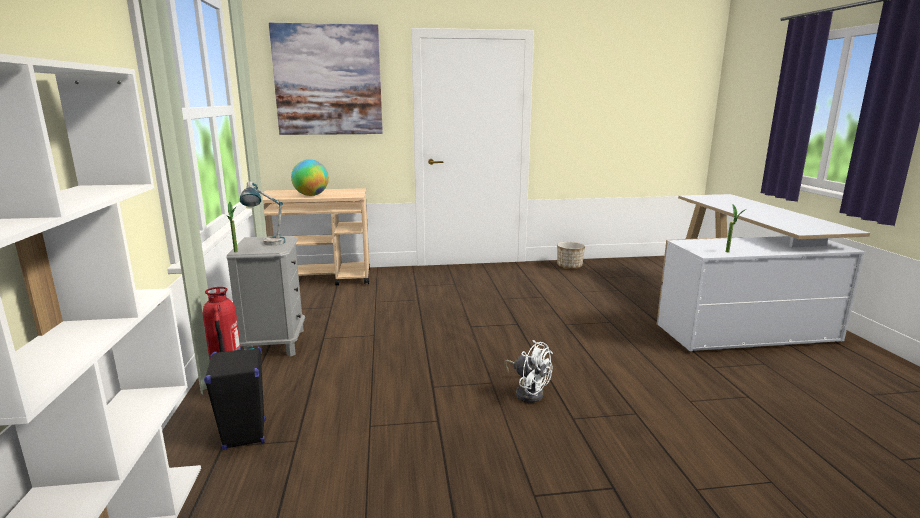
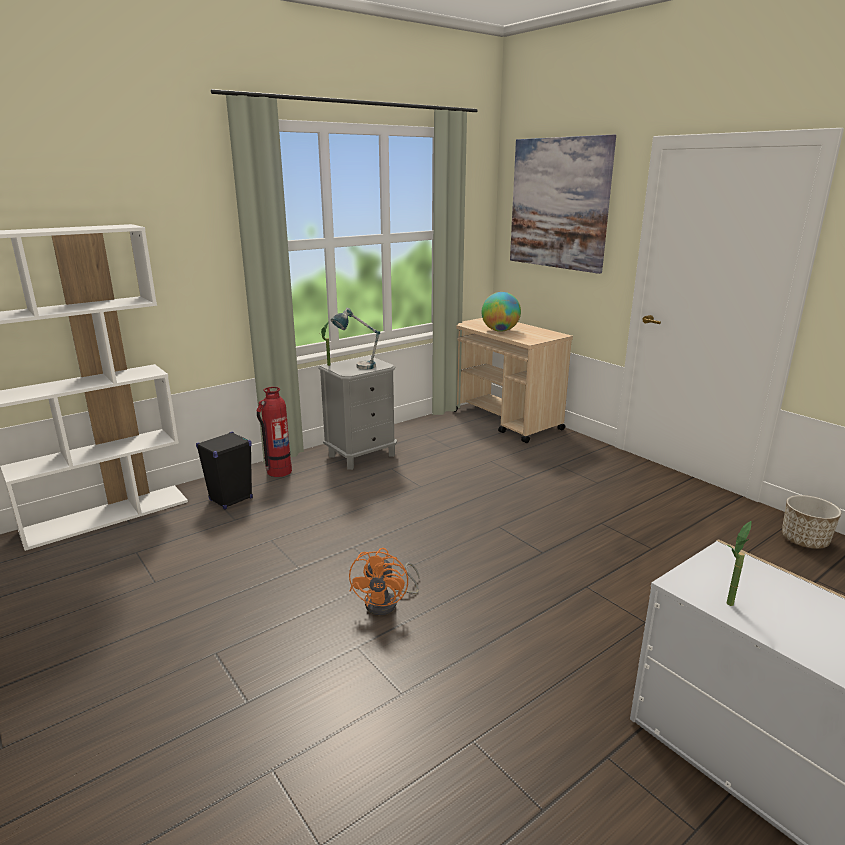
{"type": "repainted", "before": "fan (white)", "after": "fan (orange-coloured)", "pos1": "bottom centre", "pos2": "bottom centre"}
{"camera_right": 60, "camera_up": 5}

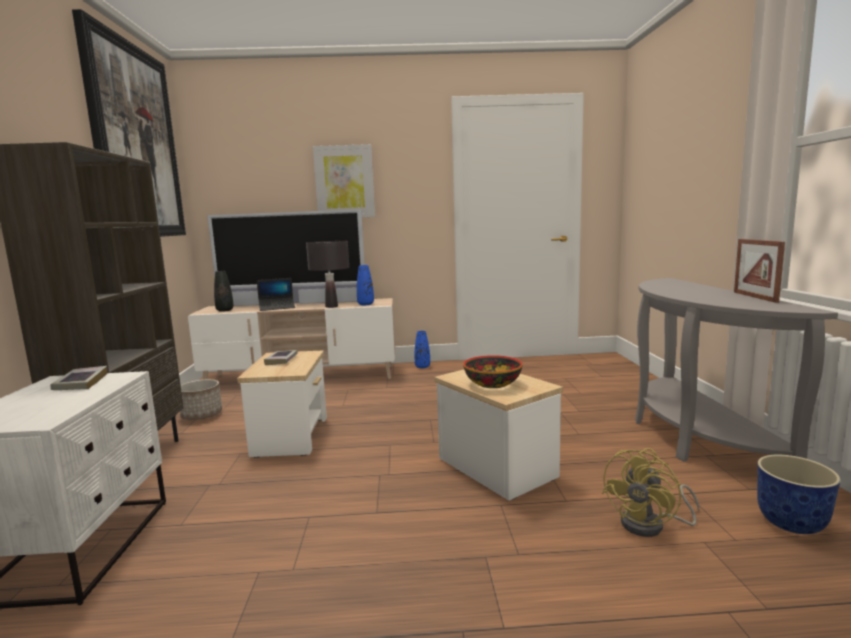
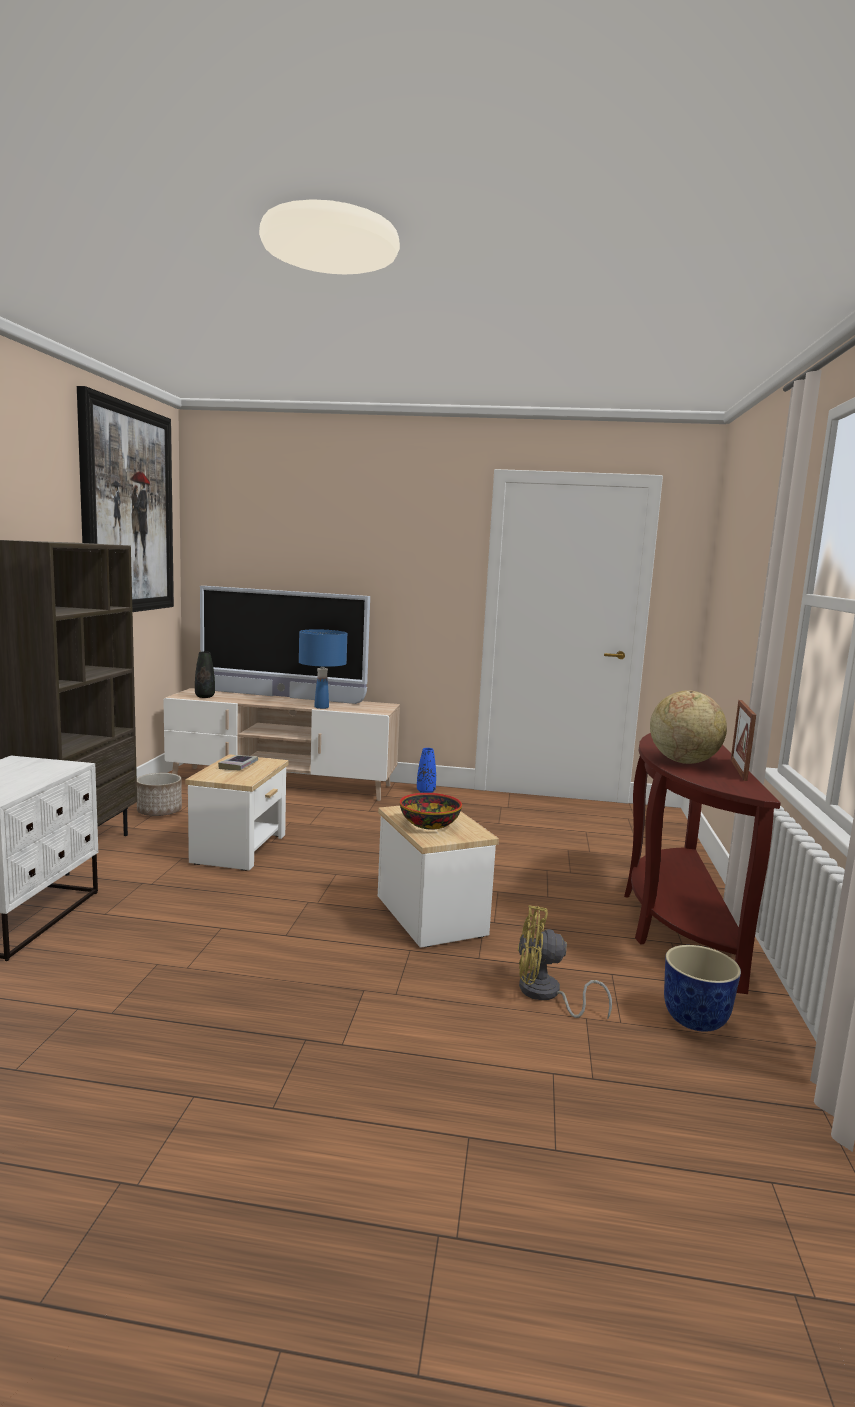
{"type": "gone", "before": "bound book (no. 1 from left)", "pos1": "middle left"}
{"type": "gone", "before": "laptop", "pos1": "middle left"}
{"type": "repainted", "before": "lamp for a table (black-coloured)", "after": "lamp for a table (blue-coloured)", "pos1": "centre", "pos2": "centre"}
{"type": "gone", "before": "picture (no. 2 from left)", "pos1": "top centre"}
{"type": "gone", "before": "decorative vase (blue-coloured) (no. 1 from left)", "pos1": "centre"}
{"type": "rotated", "before": "fan (yellowish)", "pos1": "bottom right", "pos2": "bottom centre", "turn": 45}
{"type": "repainted", "before": "console table (gray)", "after": "console table (brown)", "pos1": "middle right", "pos2": "middle right"}
{"type": "new", "after": "world globe", "pos2": "middle right"}
{"camera_right": 10, "camera_up": 0}

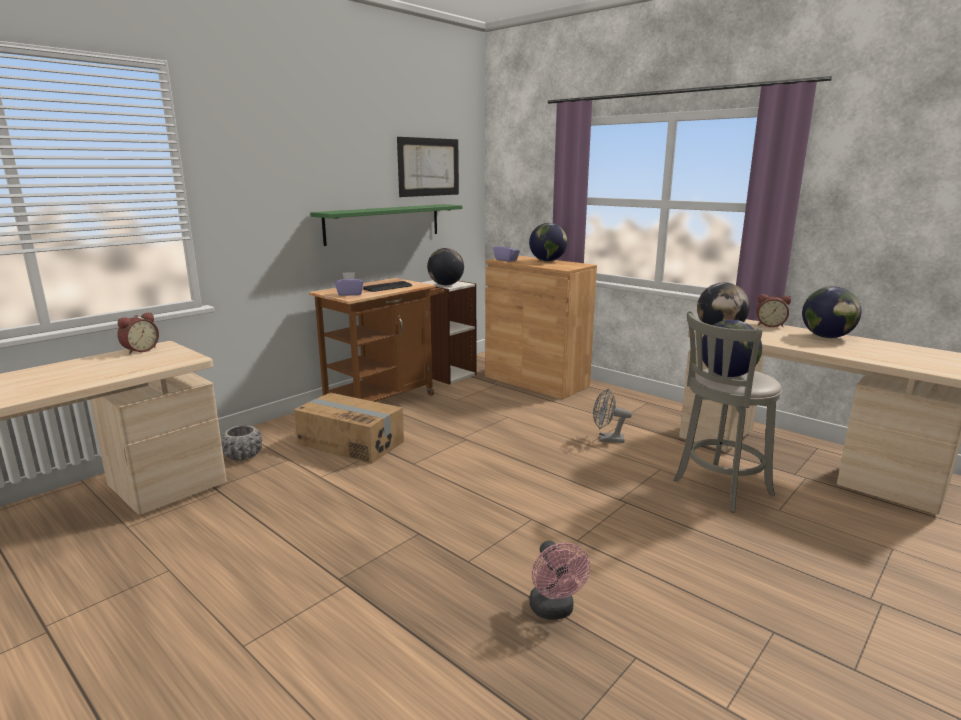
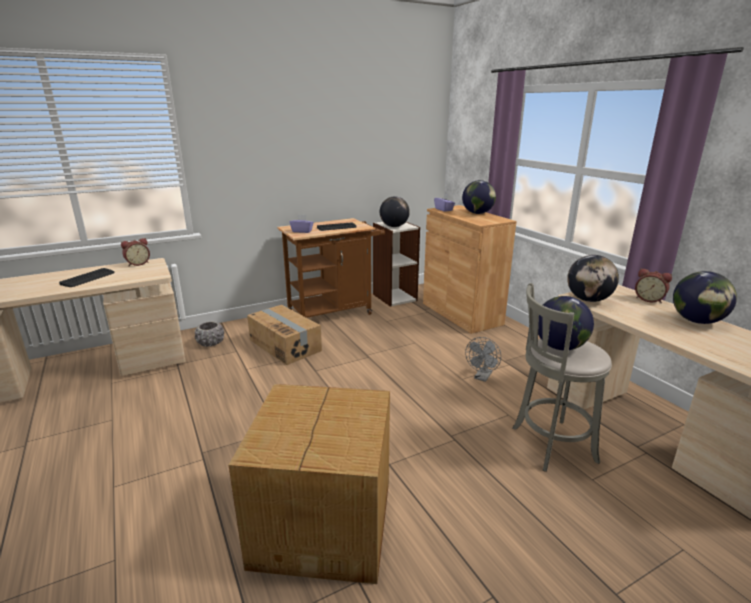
{"type": "gone", "before": "bracket shelf (greenish)", "pos1": "top centre"}
{"type": "gone", "before": "picture", "pos1": "top centre"}
{"type": "swapped", "before": "fan (pink-coloured)", "after": "carton (no. 2 from left)", "pos1": "bottom centre", "pos2": "bottom centre"}
{"type": "rotated", "before": "fan (gray)", "pos1": "centre", "pos2": "centre", "turn": -90}
{"type": "new", "after": "keyboard (no. 1 from left)", "pos2": "middle left"}
{"camera_right": 20, "camera_up": 5}

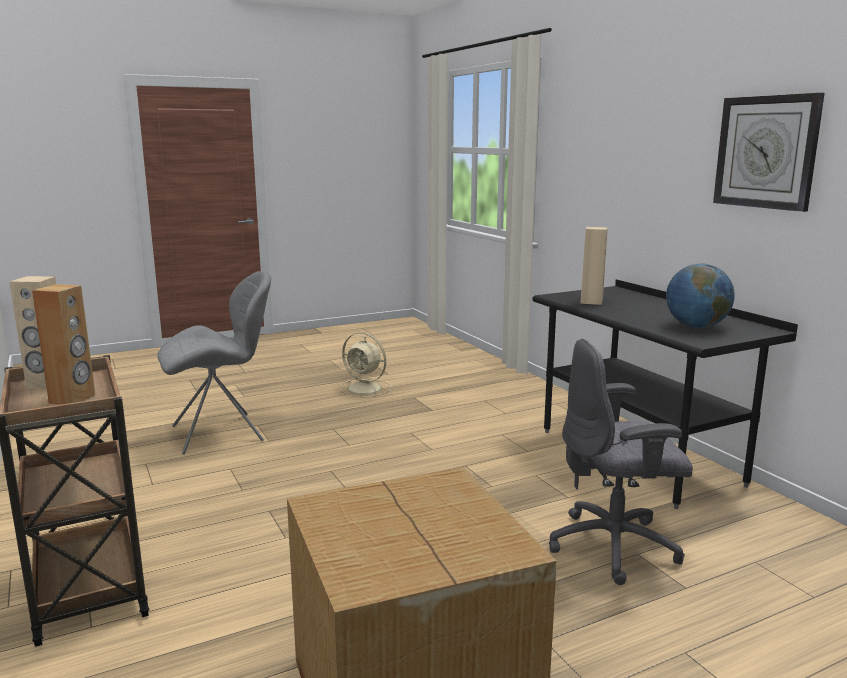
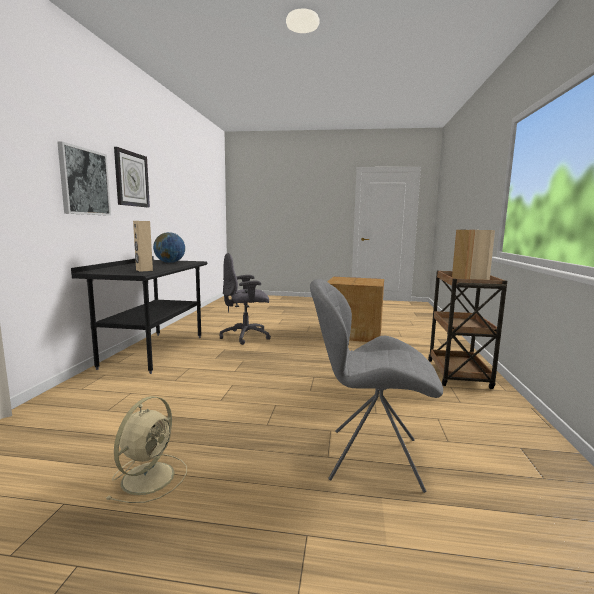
{"type": "rotated", "before": "fan (sand-coloured)", "pos1": "centre", "pos2": "bottom left", "turn": 45}
{"type": "rotated", "before": "office chair (gray)", "pos1": "bottom right", "pos2": "centre", "turn": 135}
{"type": "new", "after": "picture", "pos2": "top left"}
{"camera_right": -145, "camera_up": -5}

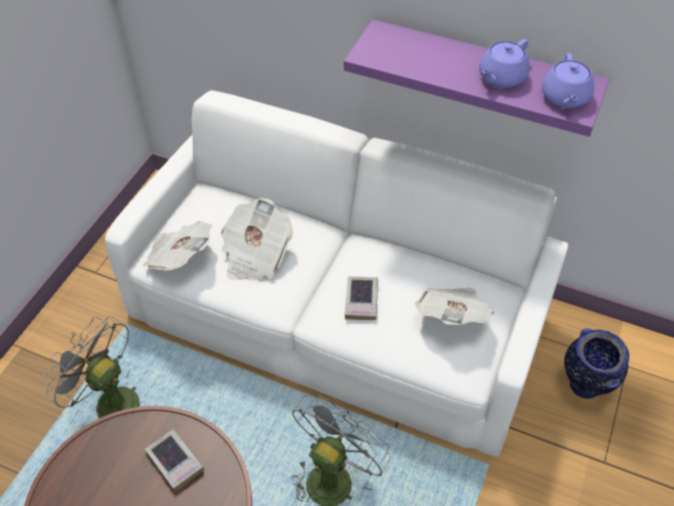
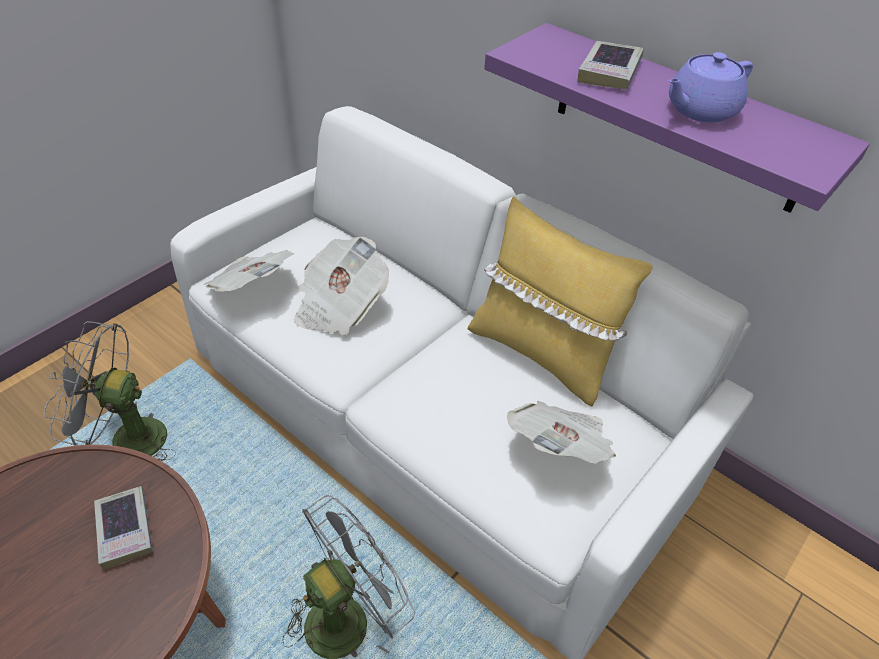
{"type": "rotated", "before": "fan (gray) (no. 1 from left)", "pos1": "bottom left", "pos2": "middle left", "turn": -45}
{"type": "shifted", "before": "bound book (no. 2 from left)", "pos1": "centre", "pos2": "top right"}
{"type": "gone", "before": "teapot (purplish) (no. 2 from left)", "pos1": "top right"}
{"type": "gone", "before": "decorative vase", "pos1": "bottom right"}
{"type": "new", "after": "pillow (yellowish)", "pos2": "centre"}
{"camera_right": 15, "camera_up": -5}

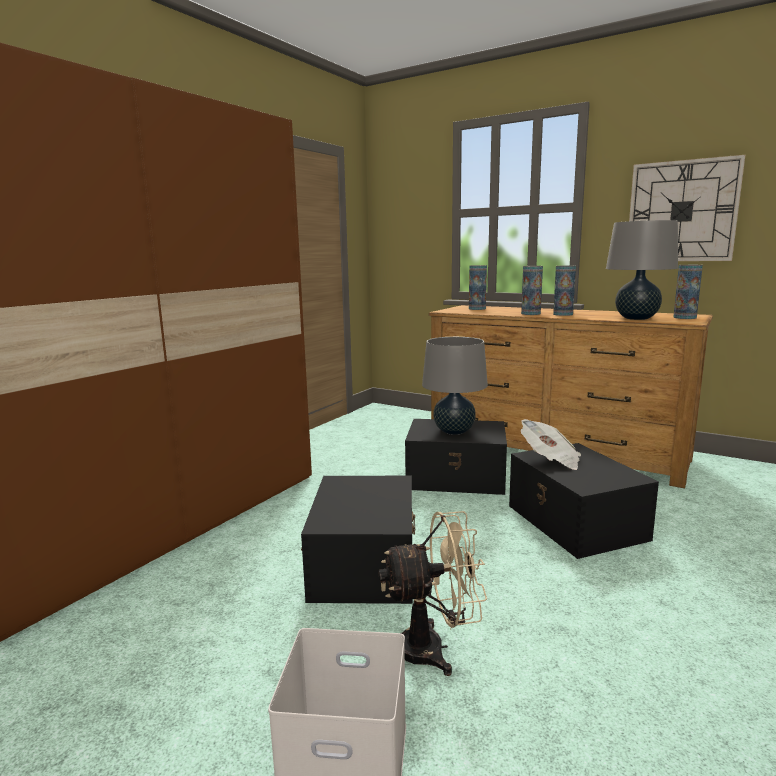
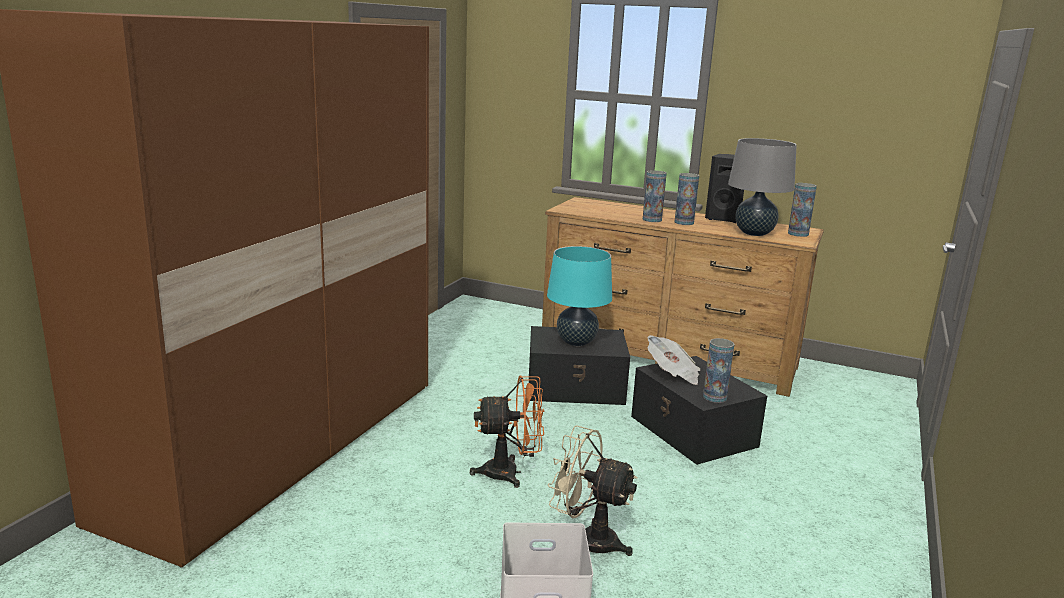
{"type": "swapped", "before": "storage box (black-coloured) (no. 1 from left)", "after": "fan (orange-coloured)", "pos1": "bottom centre", "pos2": "bottom centre"}
{"type": "rotated", "before": "fan (sand-coloured)", "pos1": "bottom centre", "pos2": "bottom centre", "turn": -135}
{"type": "repainted", "before": "lamp for a table (gray) (no. 1 from left)", "after": "lamp for a table (turquoise-coloured)", "pos1": "centre", "pos2": "centre"}
{"type": "shifted", "before": "decorative vase (no. 1 from left in the first image)", "after": "decorative vase (no. 3 from left)", "pos1": "centre", "pos2": "middle right"}
{"type": "gone", "before": "wall clock", "pos1": "top right"}
{"type": "new", "after": "audio speaker (black-coloured)", "pos2": "top right"}
{"camera_right": -10, "camera_up": 5}

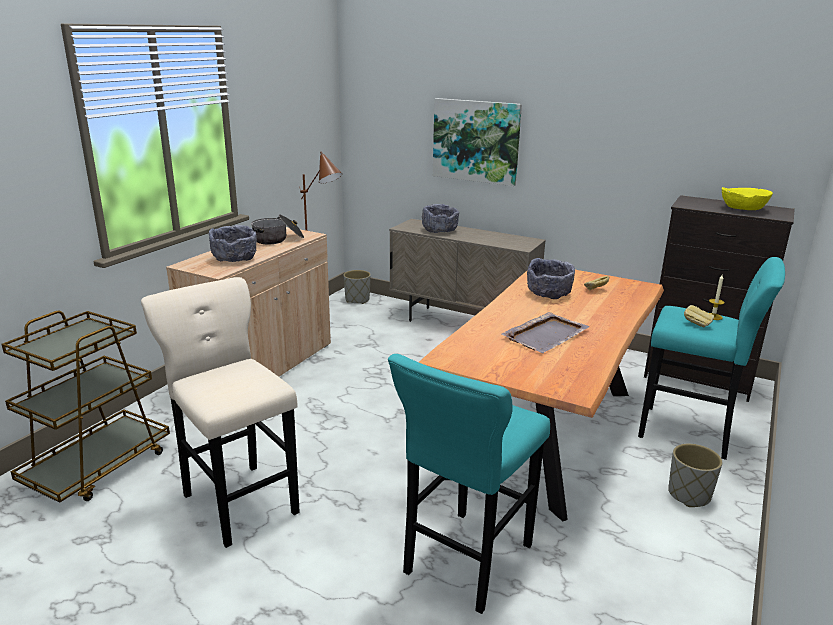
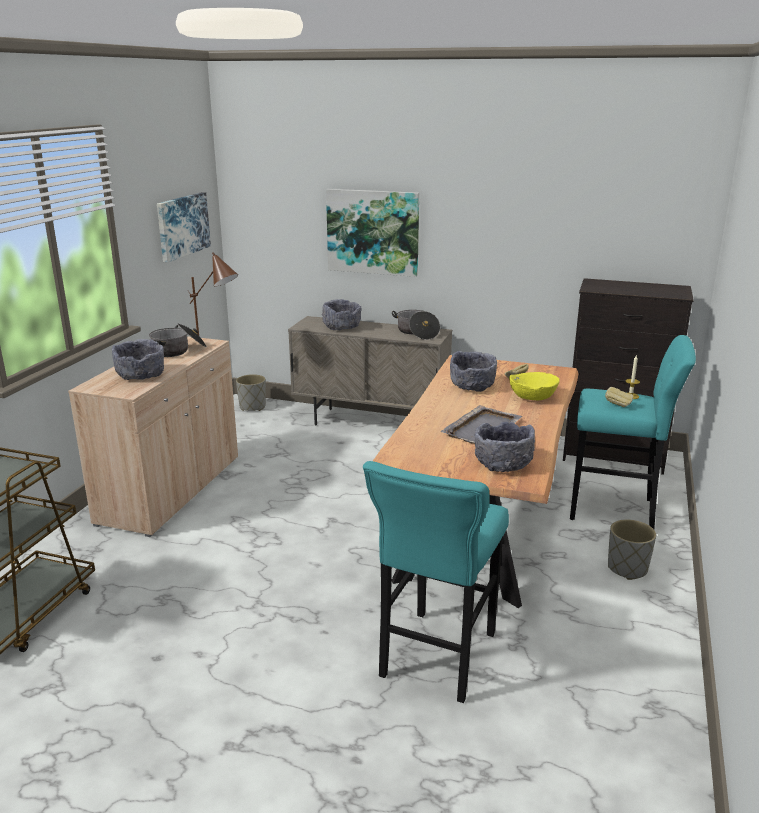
{"type": "gone", "before": "stool seat (sand-coloured)", "pos1": "middle left"}
{"type": "shifted", "before": "serving bowl (yellowish)", "pos1": "top right", "pos2": "middle right"}
{"type": "new", "after": "picture (no. 1 from left)", "pos2": "top left"}
{"type": "new", "after": "cooking pot (no. 2 from left)", "pos2": "centre"}
{"type": "new", "after": "serving bowl (gray) (no. 4 from left)", "pos2": "centre"}
{"camera_right": -10, "camera_up": 0}

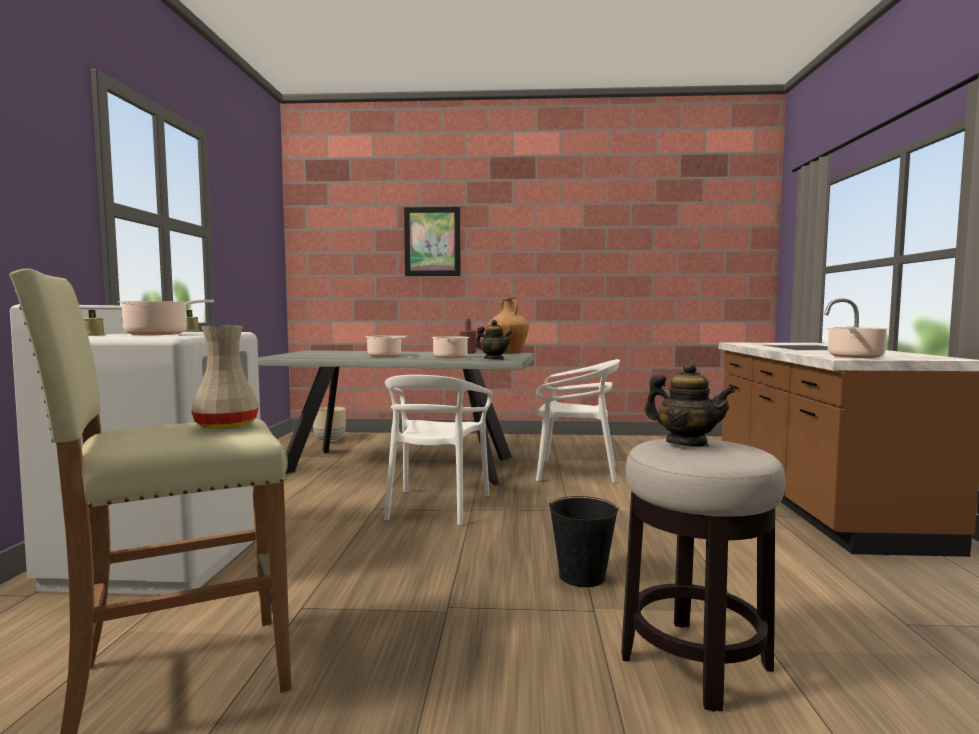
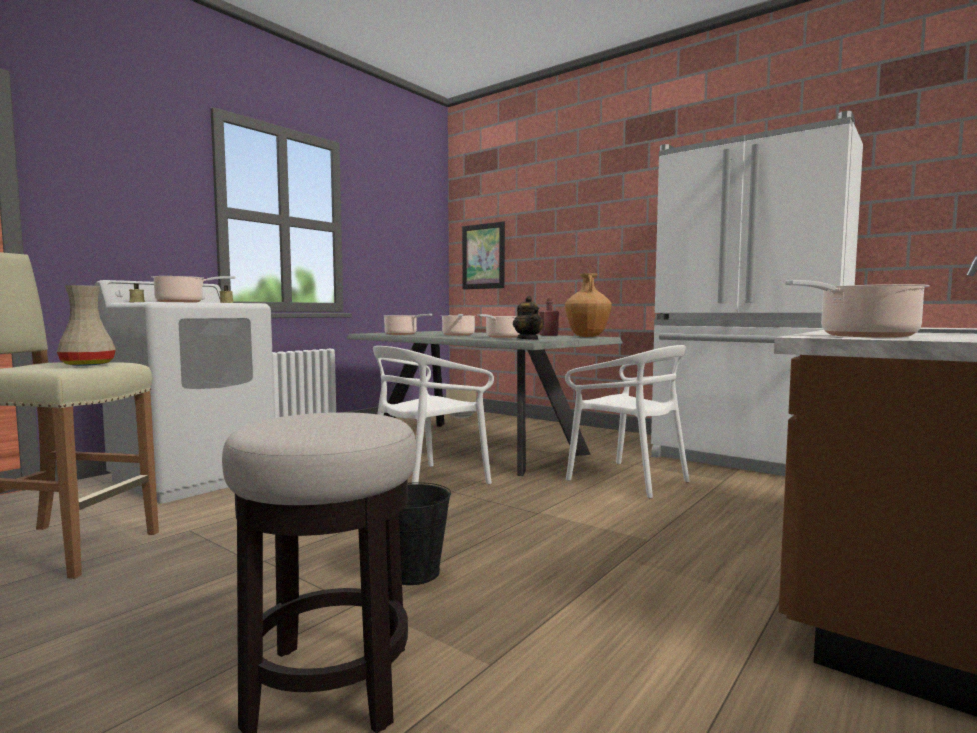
{"type": "shifted", "before": "picture", "pos1": "top centre", "pos2": "centre"}
{"type": "gone", "before": "teapot (no. 2 from left)", "pos1": "middle right"}
{"type": "new", "after": "cooking pot (no. 2 from left)", "pos2": "centre"}
{"type": "new", "after": "kitchen fridge (white)", "pos2": "middle right"}
{"camera_right": 35, "camera_up": 0}

